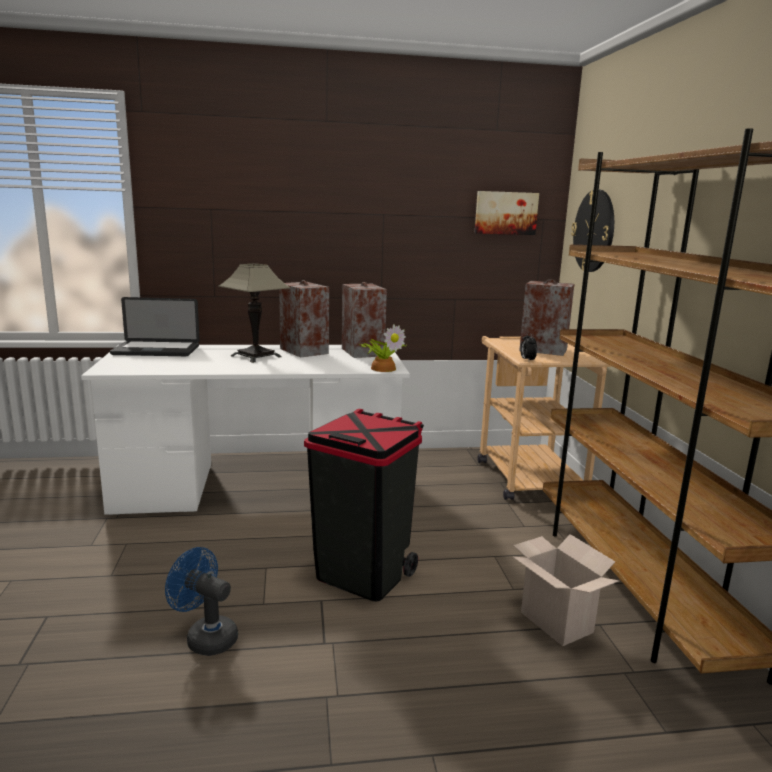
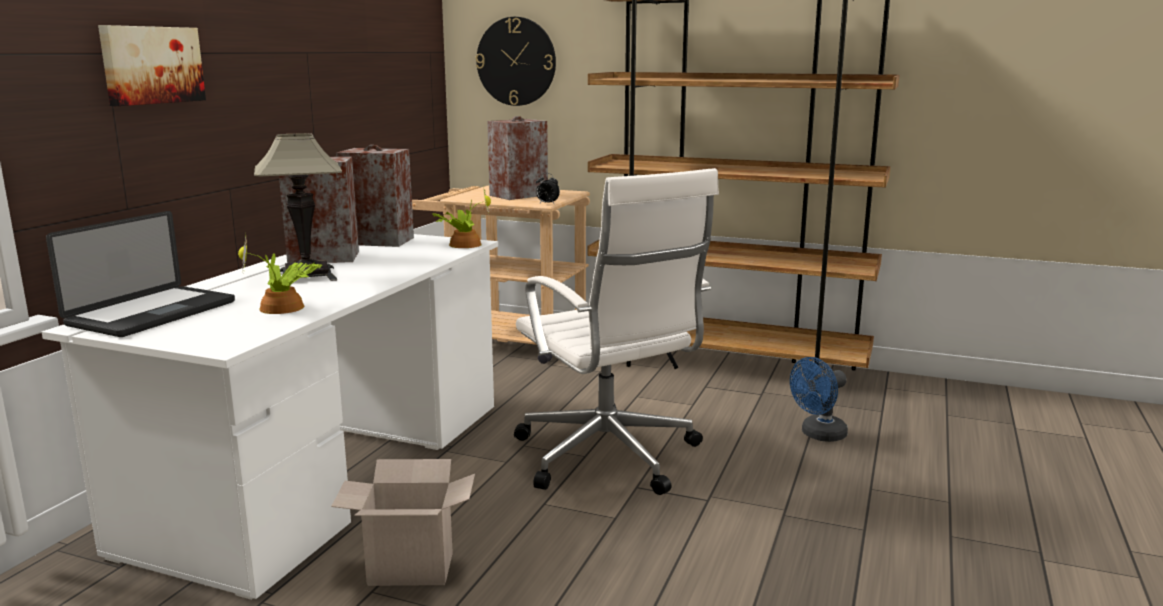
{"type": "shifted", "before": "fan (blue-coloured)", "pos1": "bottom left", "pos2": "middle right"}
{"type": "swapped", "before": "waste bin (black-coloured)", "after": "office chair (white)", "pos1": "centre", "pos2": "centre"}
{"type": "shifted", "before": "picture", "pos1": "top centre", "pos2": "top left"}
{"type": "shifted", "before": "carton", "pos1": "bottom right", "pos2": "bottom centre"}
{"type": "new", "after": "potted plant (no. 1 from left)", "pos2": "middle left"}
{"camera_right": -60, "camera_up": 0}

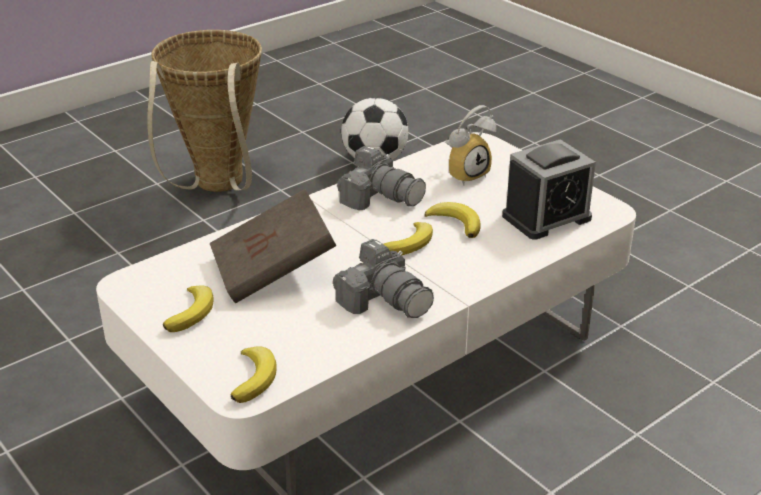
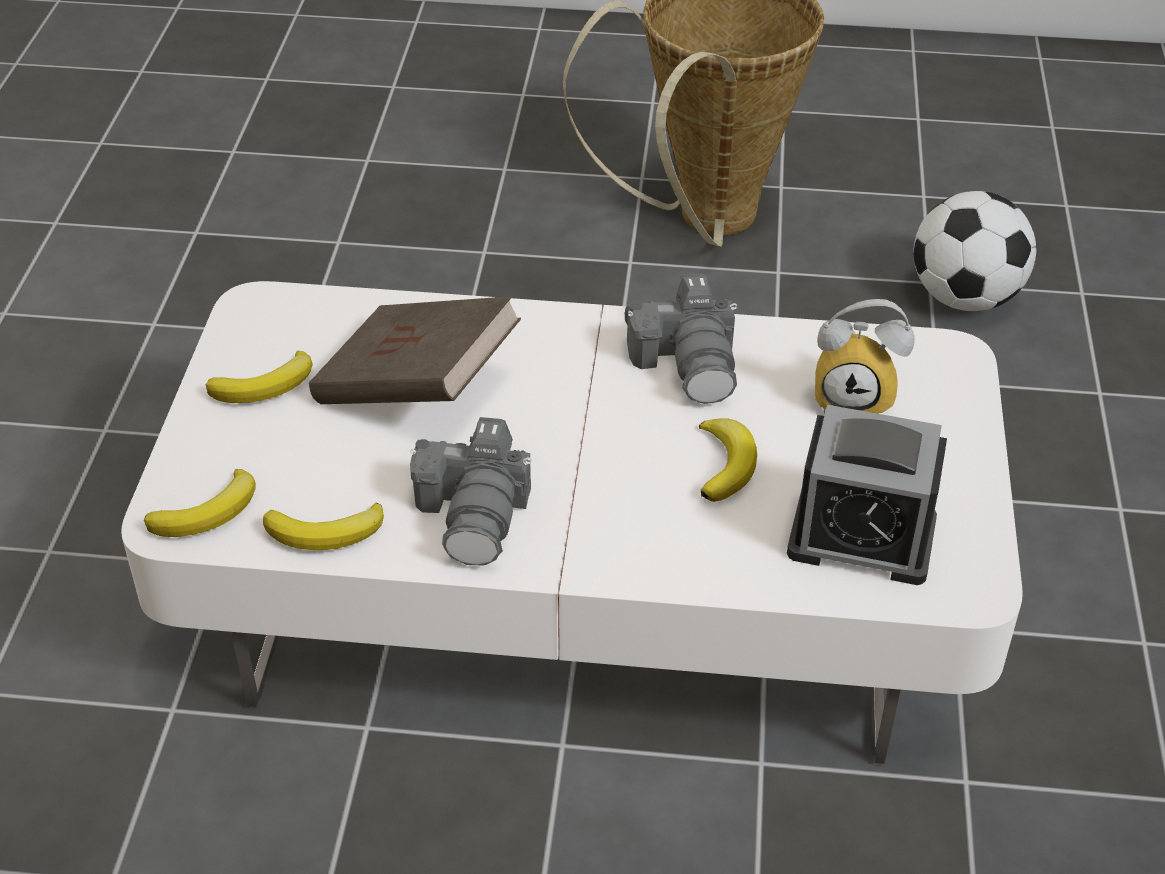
{"type": "shifted", "before": "banana fruit (no. 3 from left)", "pos1": "centre", "pos2": "middle left"}
{"camera_right": 45, "camera_up": 10}

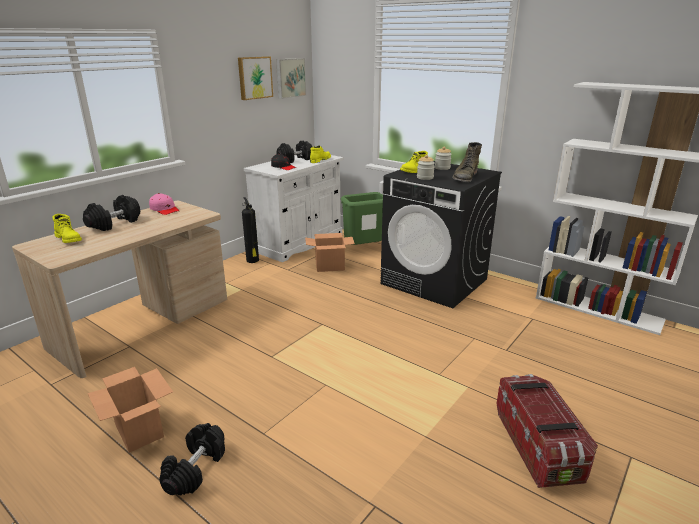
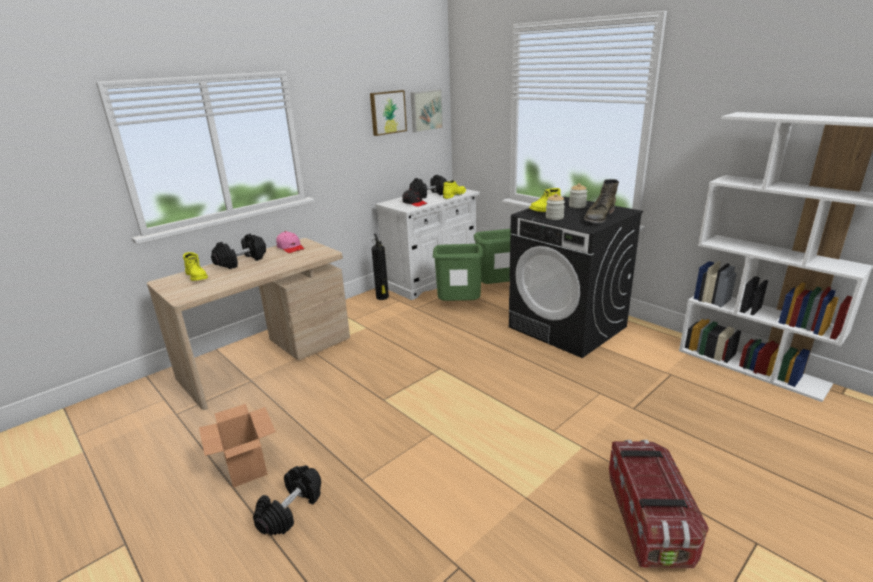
{"type": "swapped", "before": "carton (no. 2 from left)", "after": "waste bin (greenish) (no. 1 from left)", "pos1": "centre", "pos2": "centre"}
{"camera_right": 10, "camera_up": 0}

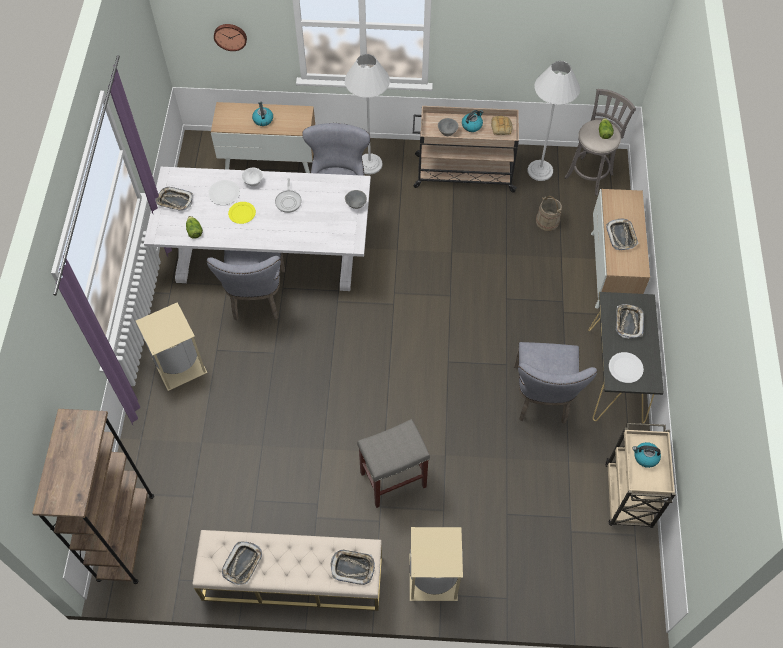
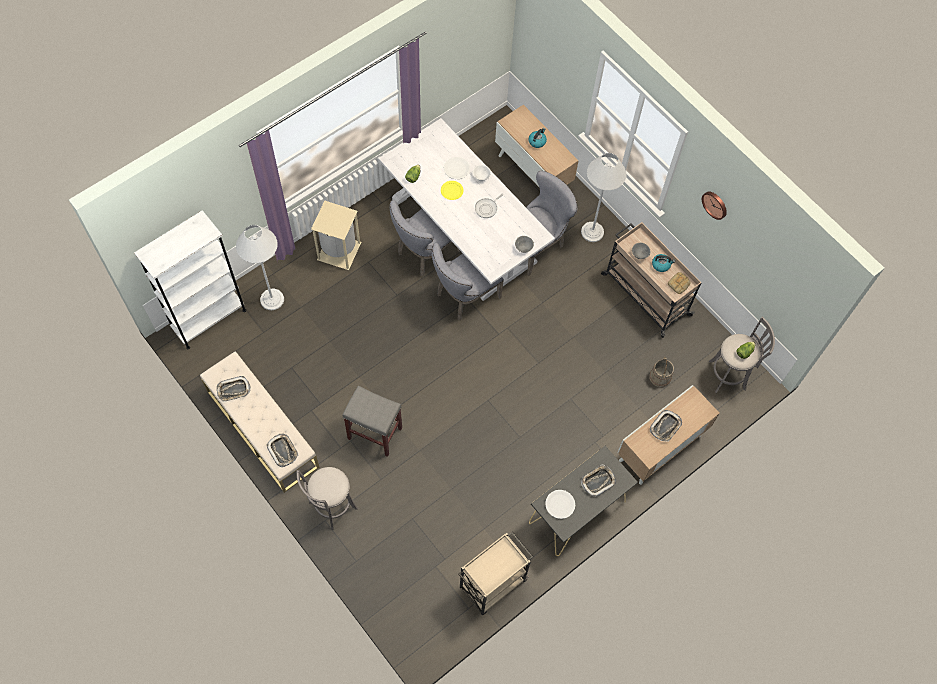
{"type": "repainted", "before": "bookshelf (brown)", "after": "bookshelf (white)", "pos1": "bottom left", "pos2": "middle left"}
{"type": "gone", "before": "serving tray (no. 1 from left)", "pos1": "top left"}
{"type": "shifted", "before": "wall clock", "pos1": "top left", "pos2": "top right"}
{"type": "swapped", "before": "waste bin (sand-coloured) (no. 2 from left)", "after": "stool seat (gray) (no. 1 from left)", "pos1": "bottom centre", "pos2": "bottom centre"}
{"type": "shifted", "before": "chair (gray) (no. 3 from left in the first image)", "after": "chair (gray) (no. 2 from left)", "pos1": "middle right", "pos2": "centre"}
{"type": "shifted", "before": "floor lamp (white) (no. 2 from left in the first image)", "after": "floor lamp (white) (no. 1 from left)", "pos1": "top right", "pos2": "middle left"}
{"type": "gone", "before": "kettle (no. 3 from left)", "pos1": "bottom right"}
{"camera_right": 45, "camera_up": 5}

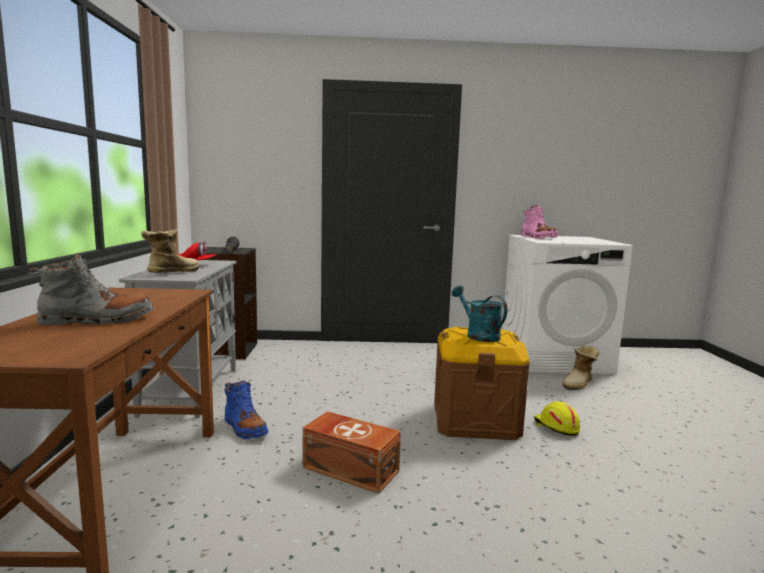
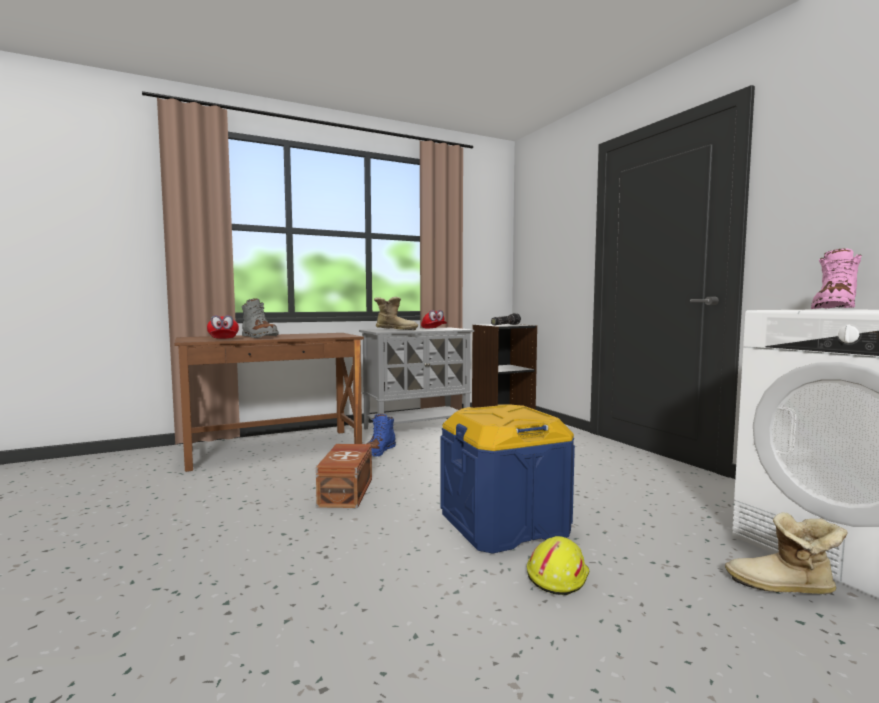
{"type": "repainted", "before": "storage box (brown) (no. 2 from left)", "after": "storage box (blue-coloured)", "pos1": "bottom centre", "pos2": "bottom centre"}
{"type": "gone", "before": "watering pot (turquoise-coloured)", "pos1": "centre"}
{"type": "new", "after": "cap (red) (no. 1 from left)", "pos2": "middle left"}
{"camera_right": 65, "camera_up": -5}

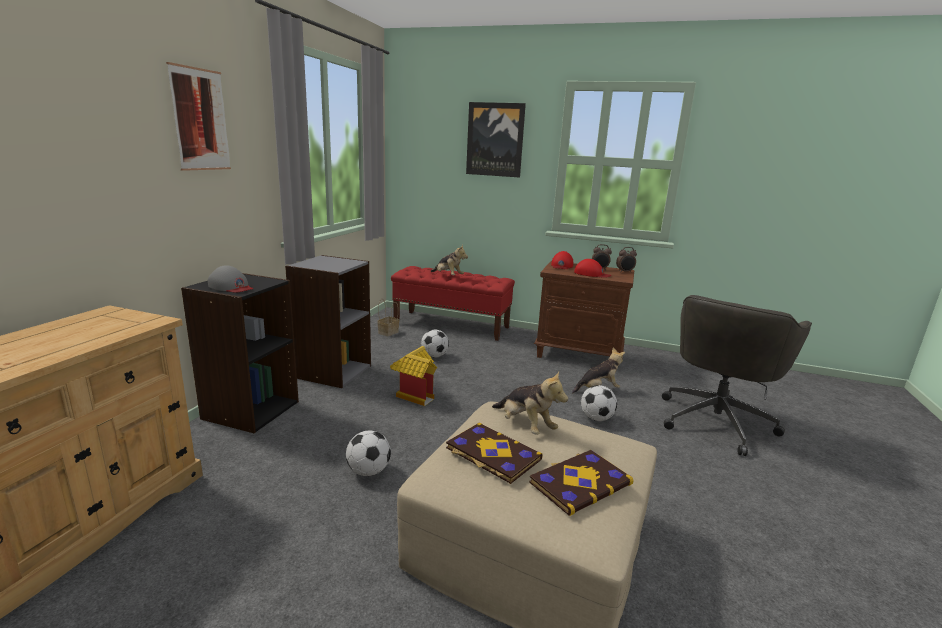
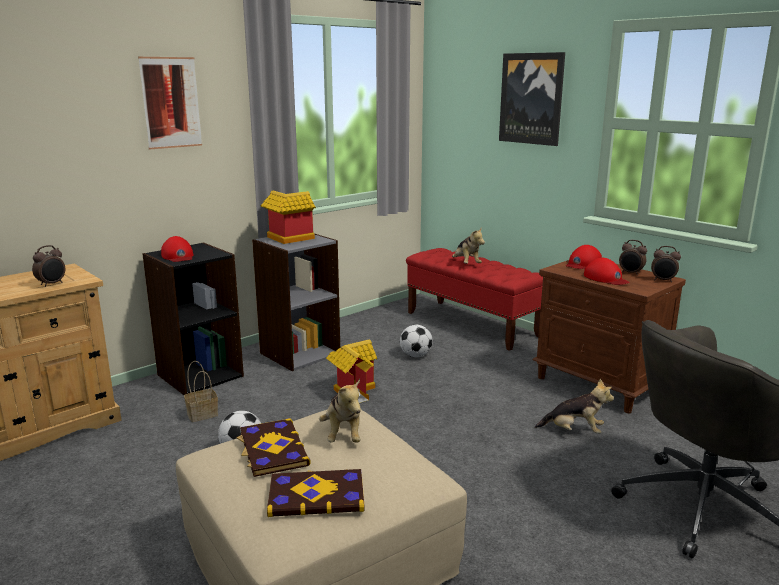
{"type": "repainted", "before": "cap (gray)", "after": "cap (red) (no. 1 from left)", "pos1": "middle left", "pos2": "middle left"}
{"type": "shifted", "before": "basket", "pos1": "centre", "pos2": "bottom left"}
{"type": "gone", "before": "football (no. 3 from left)", "pos1": "centre"}
{"type": "new", "after": "alarm clock (no. 1 from left)", "pos2": "middle left"}
{"type": "new", "after": "miniature house (no. 1 from left)", "pos2": "centre"}
{"camera_right": 30, "camera_up": 0}

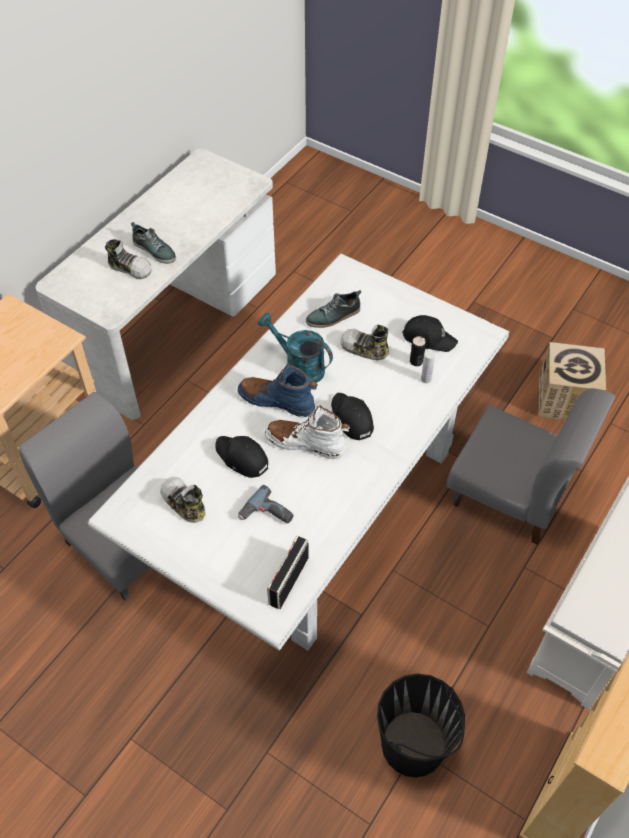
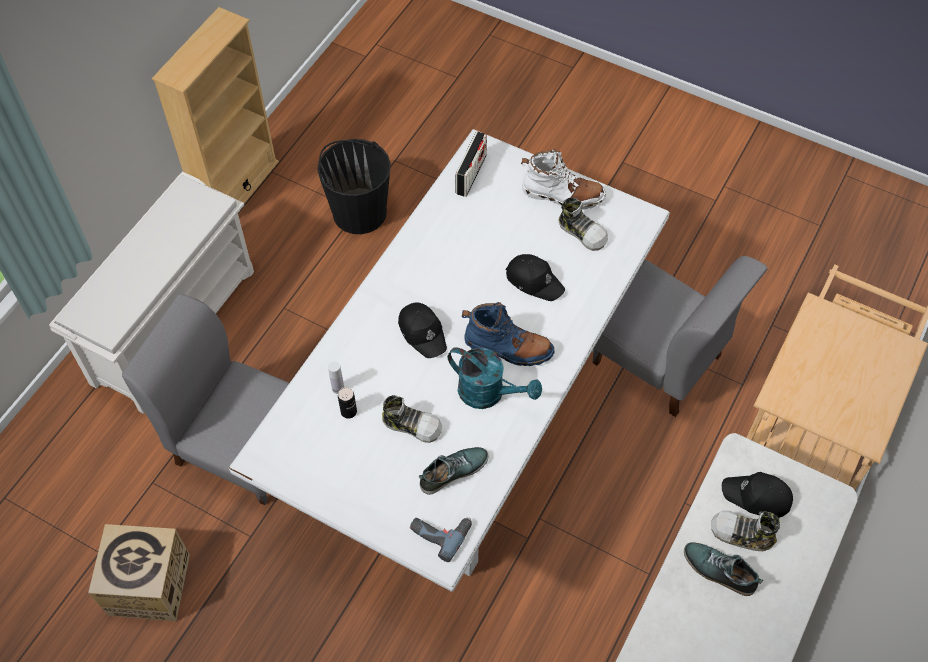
{"type": "shifted", "before": "electric drill", "pos1": "centre", "pos2": "bottom centre"}
{"type": "shifted", "before": "high-top boot (white)", "pos1": "centre", "pos2": "top centre"}
{"type": "shifted", "before": "cap (black-coloured) (no. 3 from left)", "pos1": "middle right", "pos2": "bottom right"}
{"camera_right": 175, "camera_up": 5}

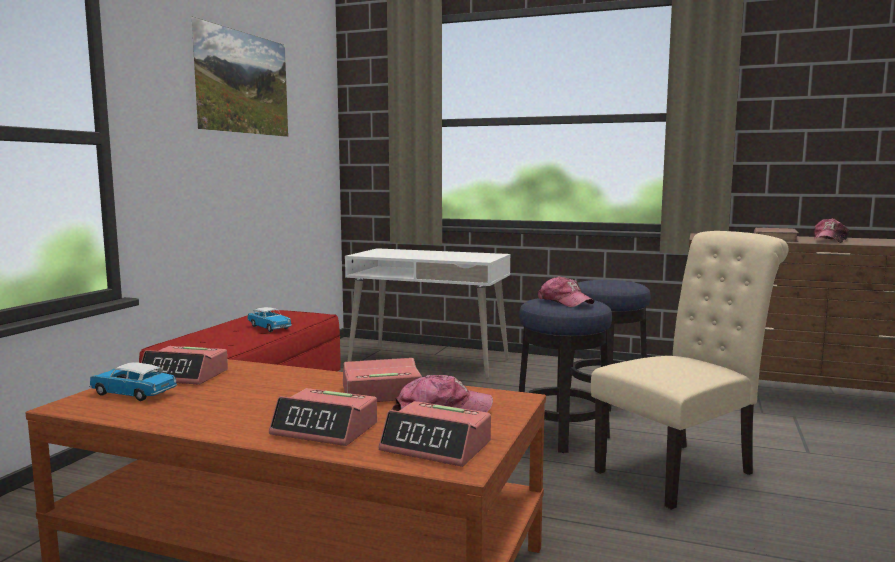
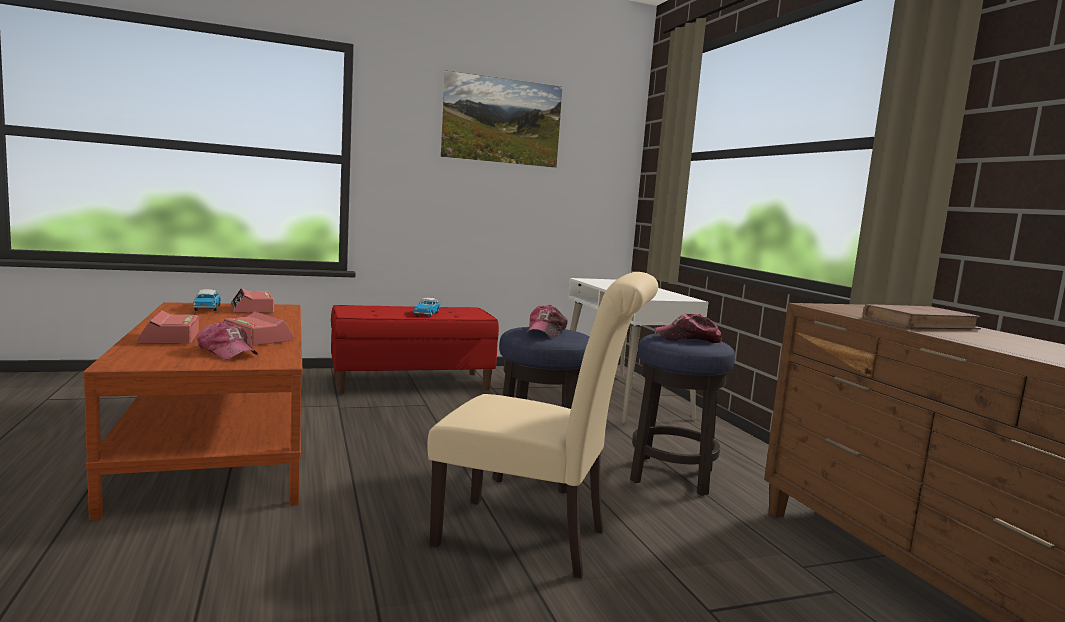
{"type": "gone", "before": "alarm clock (no. 4 from left)", "pos1": "bottom centre"}
{"type": "shifted", "before": "cap (no. 3 from left)", "pos1": "middle right", "pos2": "centre"}
{"camera_right": 50, "camera_up": 0}

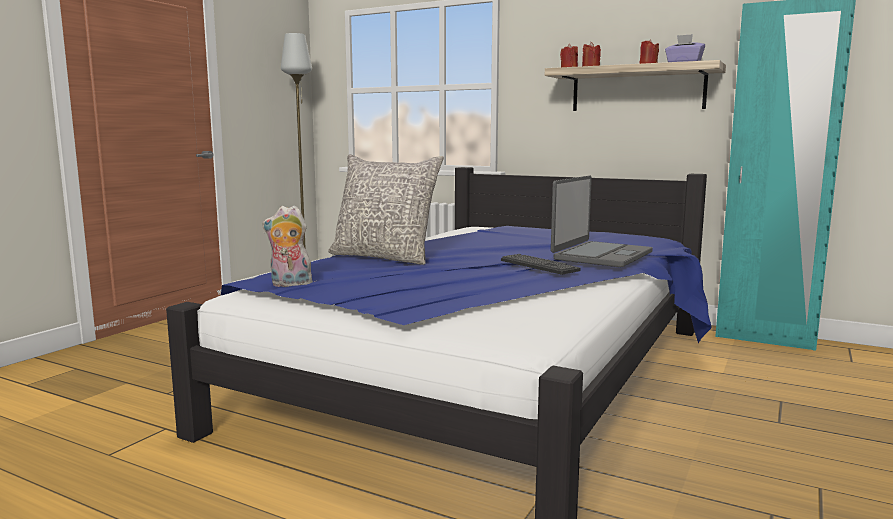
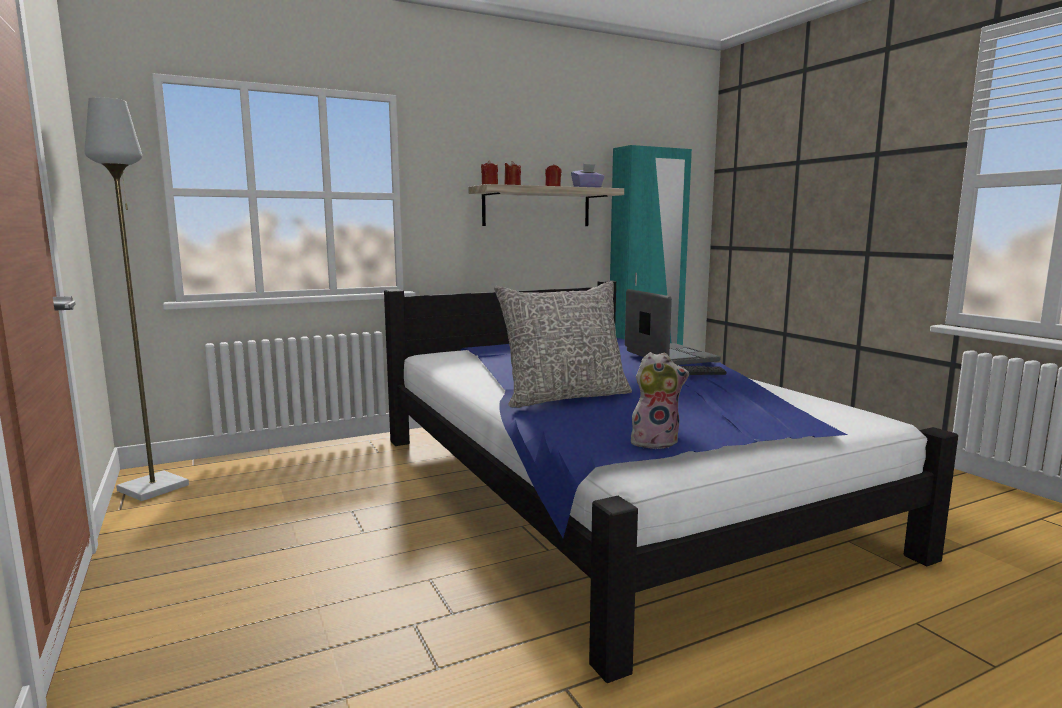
{"type": "rotated", "before": "plush toy", "pos1": "middle left", "pos2": "centre", "turn": -135}
{"camera_right": -55, "camera_up": 0}

